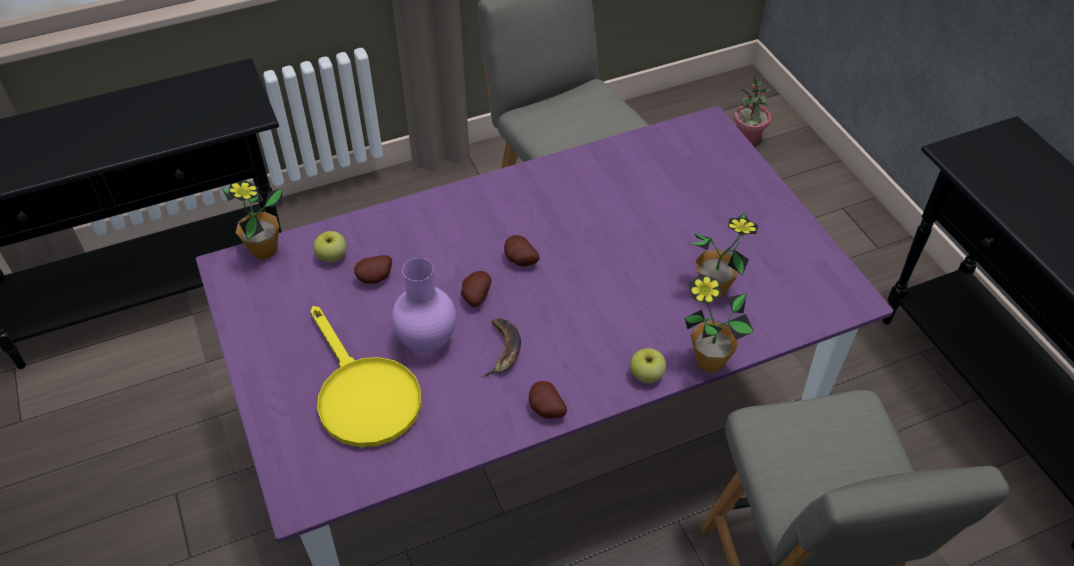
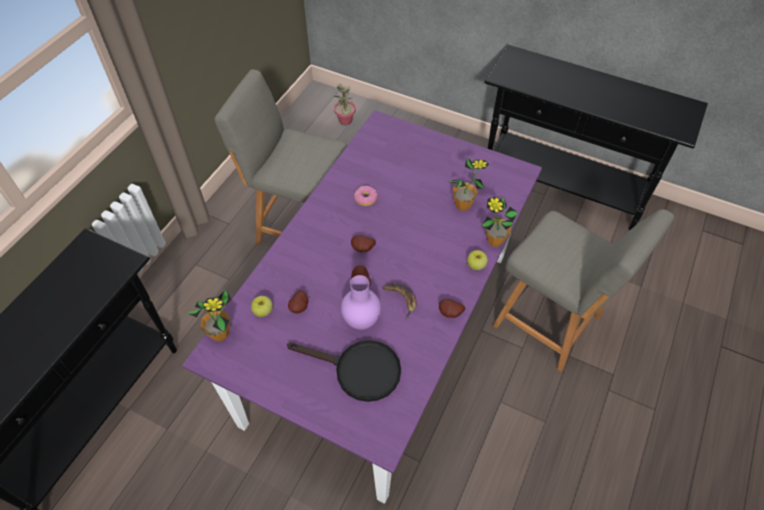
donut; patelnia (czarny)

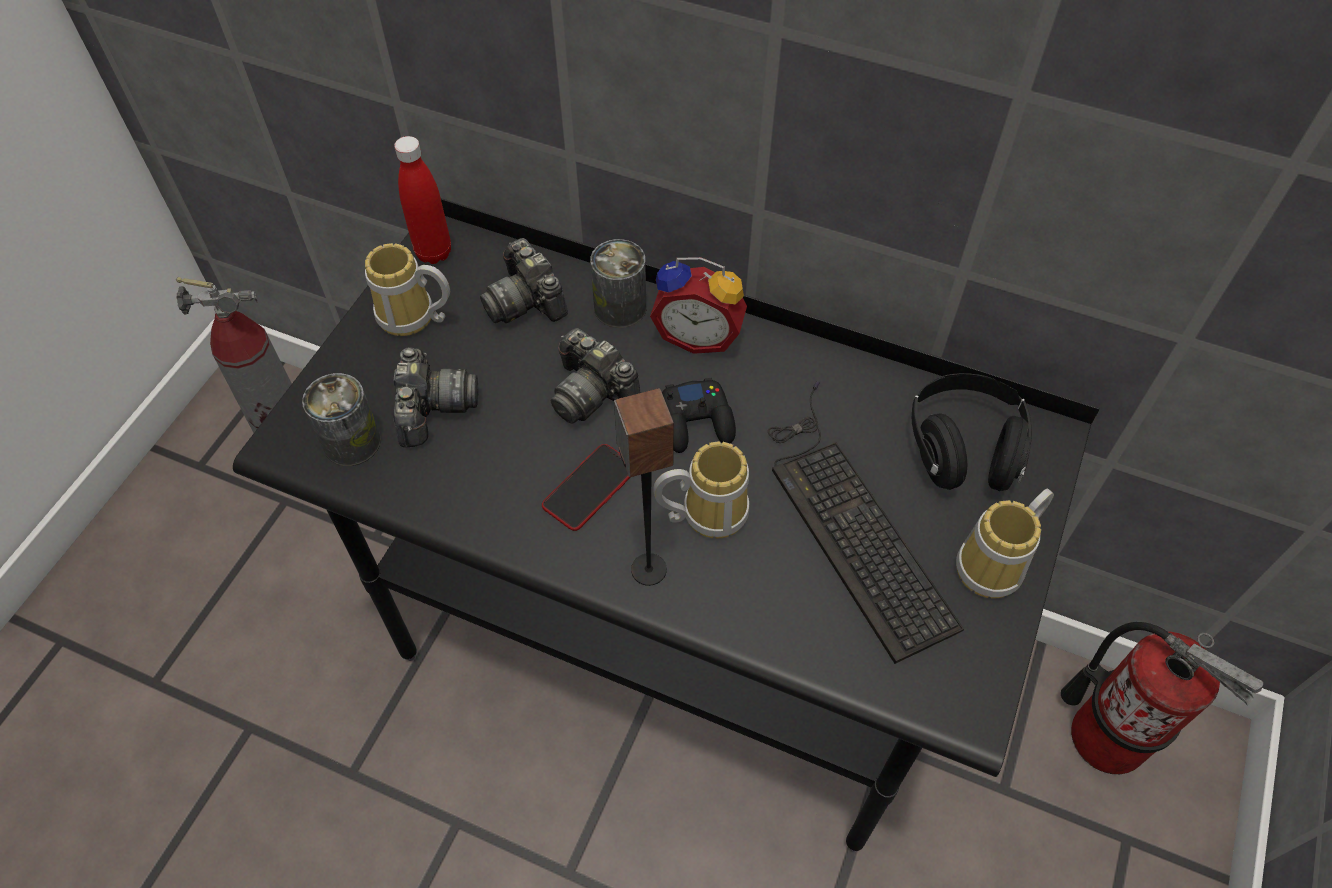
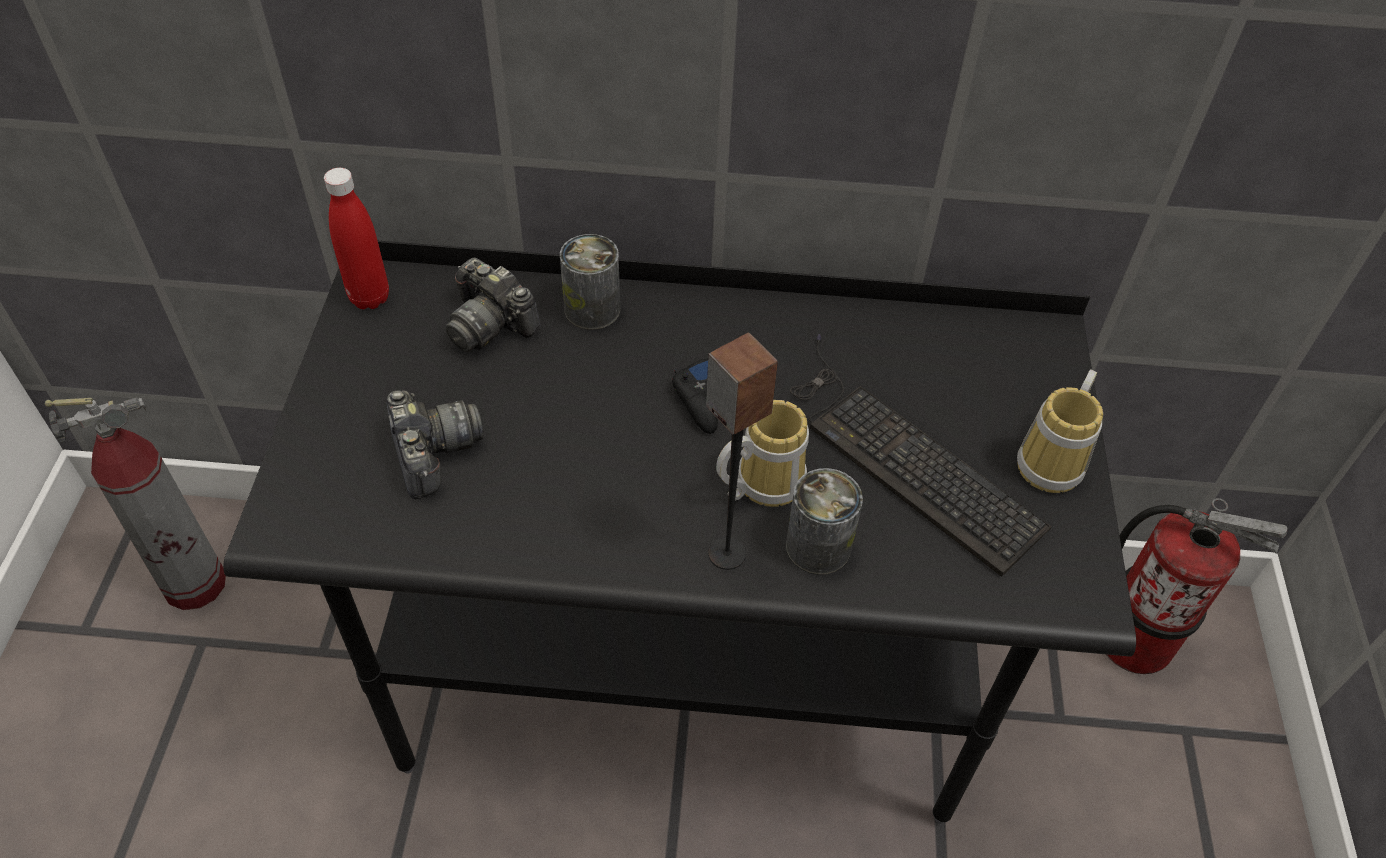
kubek (no. 1 from left in the first image); telefon; aparat fotograficzny (no. 3 from left in the first image); budzik; słuchawki (czarny); puszka (no. 2 from left)

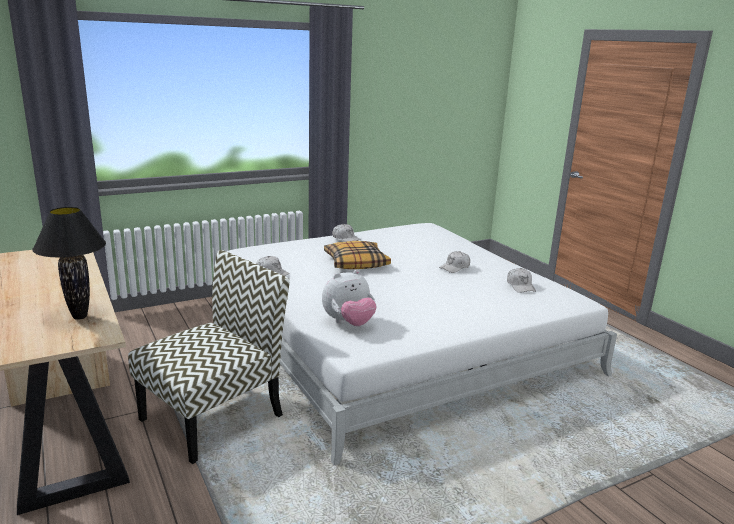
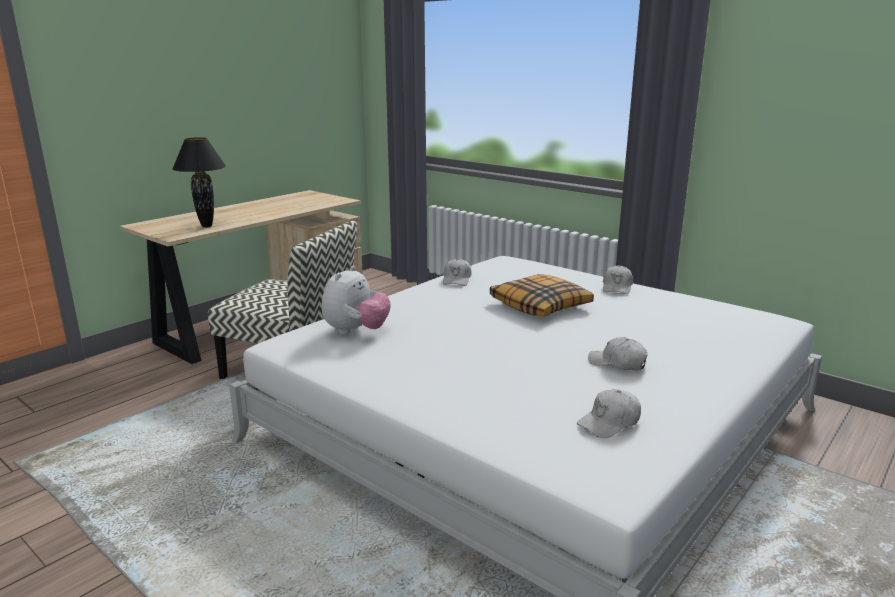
pluszak

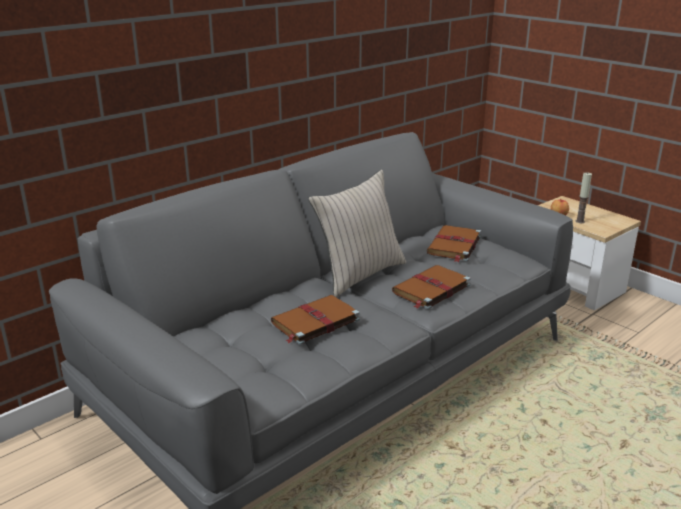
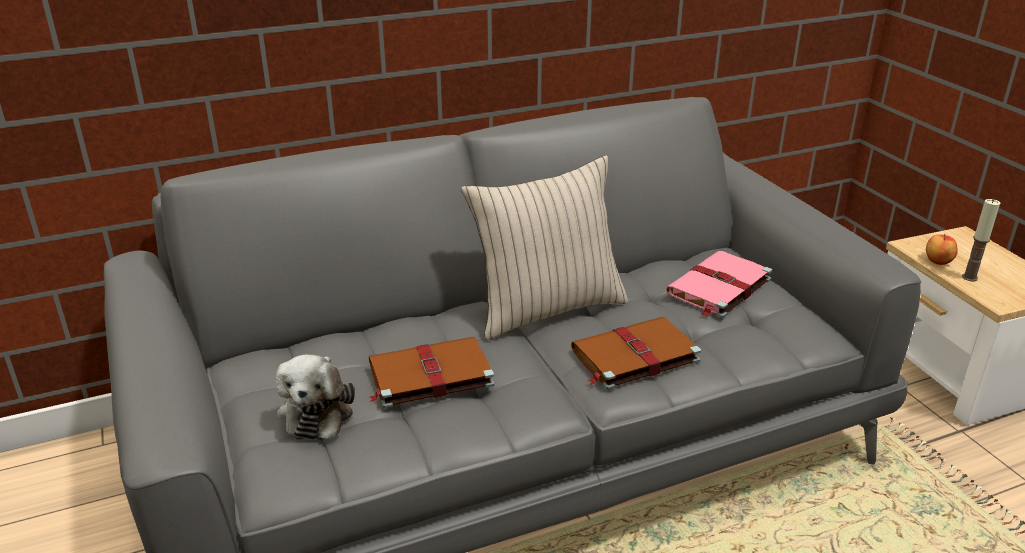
pluszak; książka (różowy)

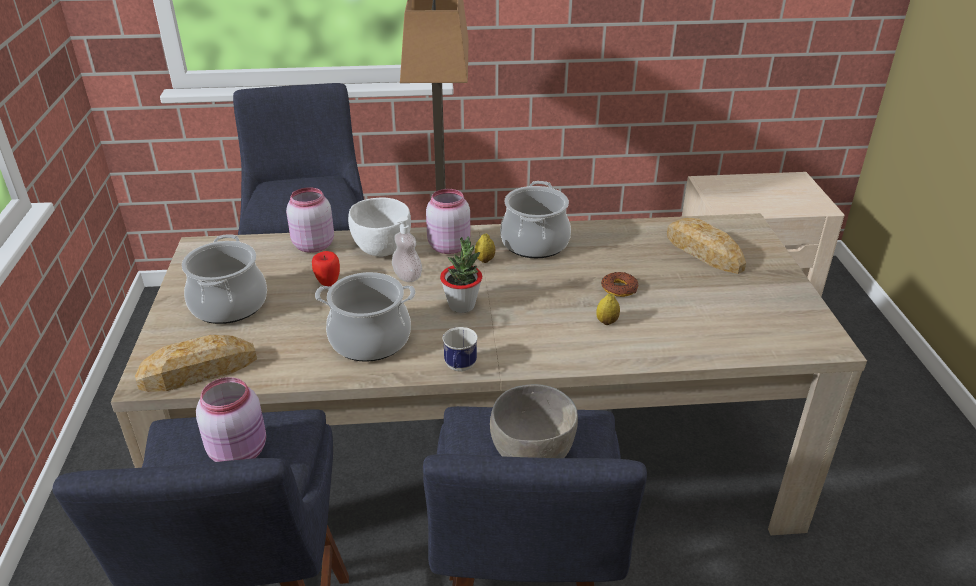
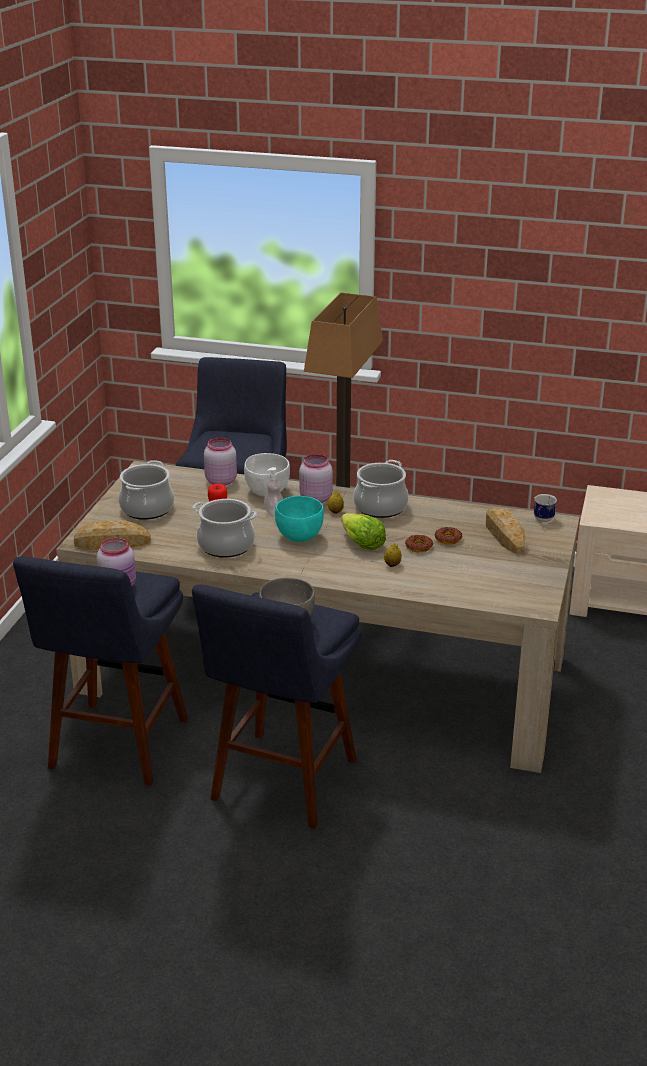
sałata; donut (no. 2 from left); kubek; miska (turkusowy)

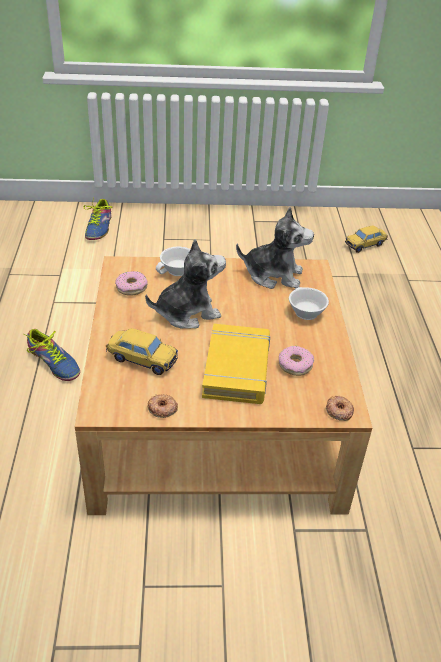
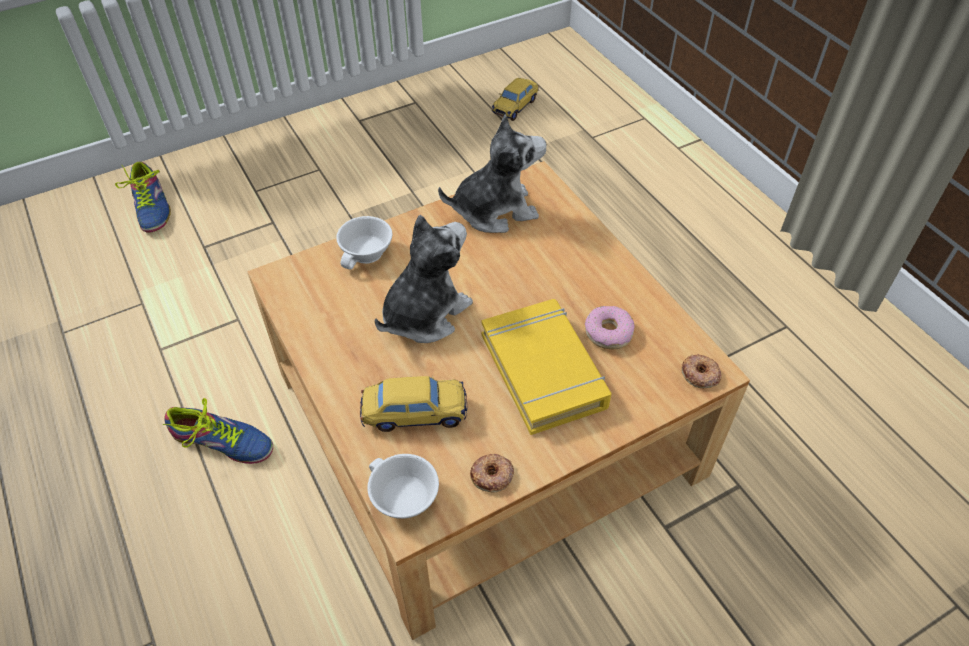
donut (no. 1 from left in the first image); filiżanka (biały) (no. 2 from left)

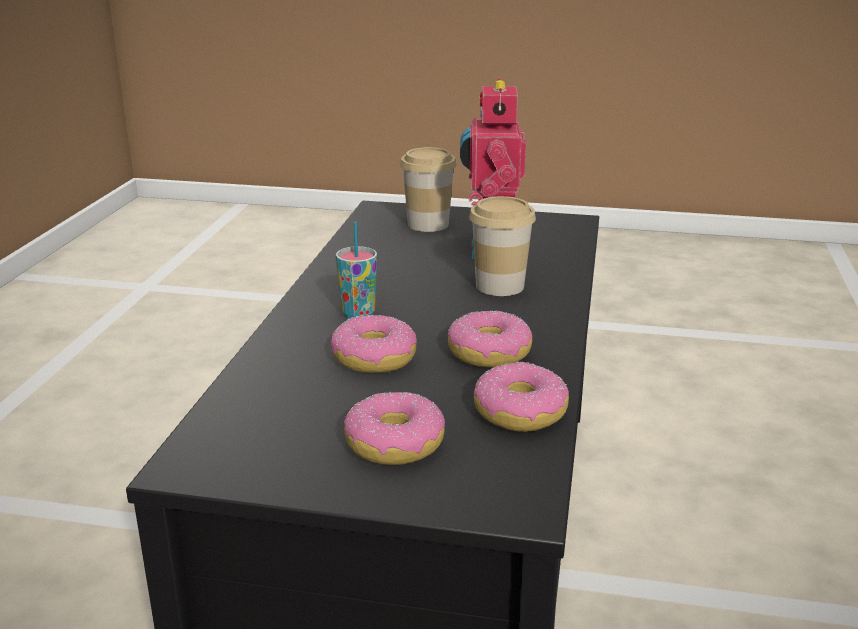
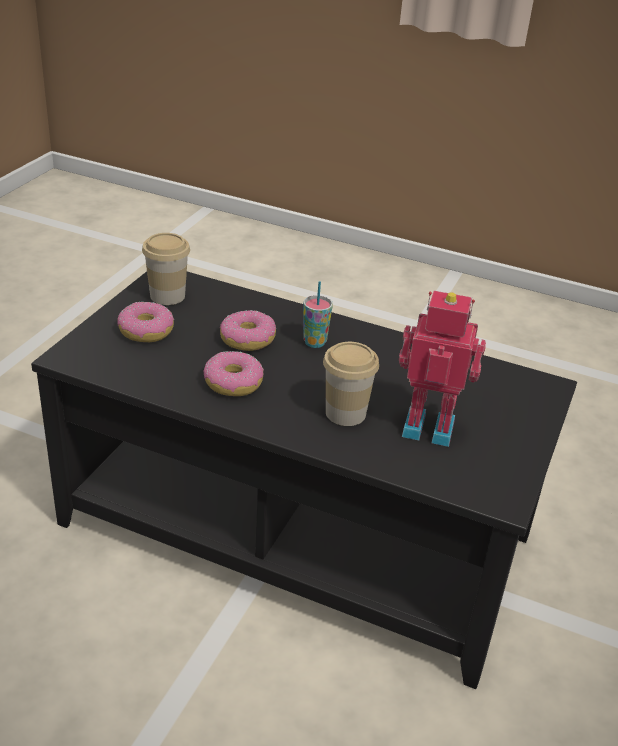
donut (no. 4 from left in the first image); filiżanka (no. 1 from left)

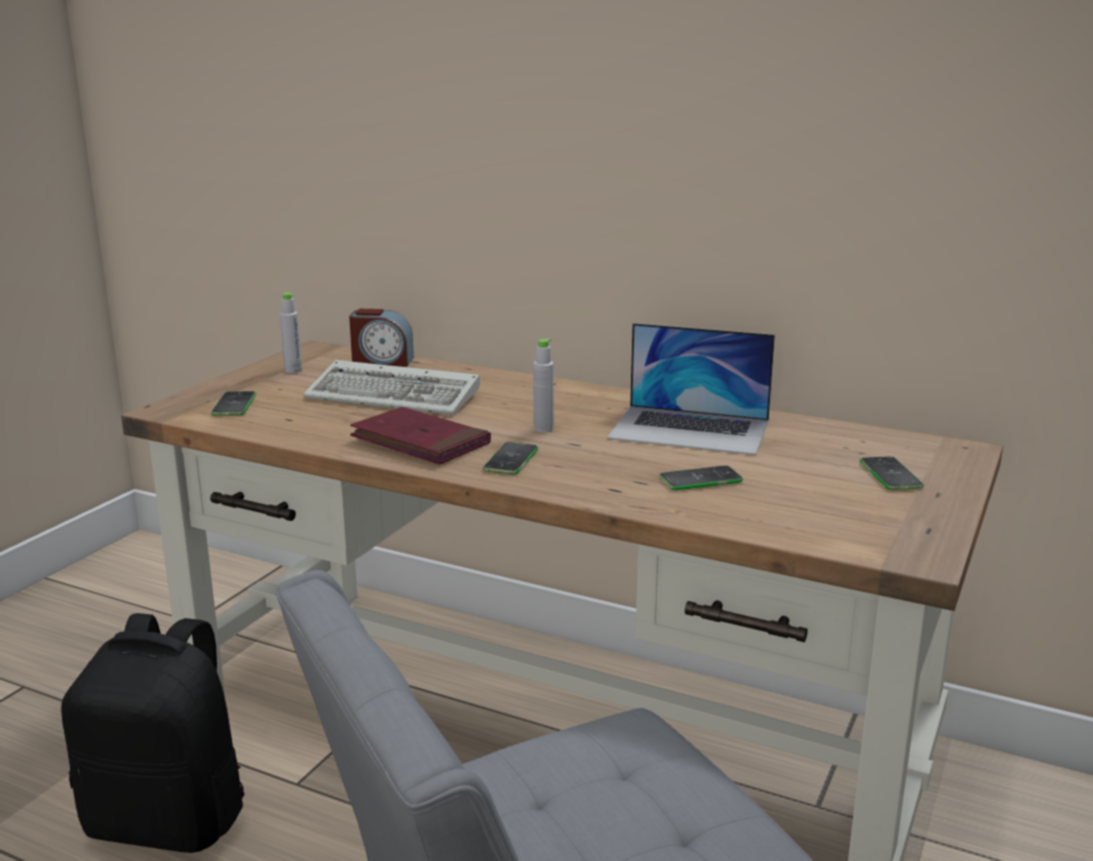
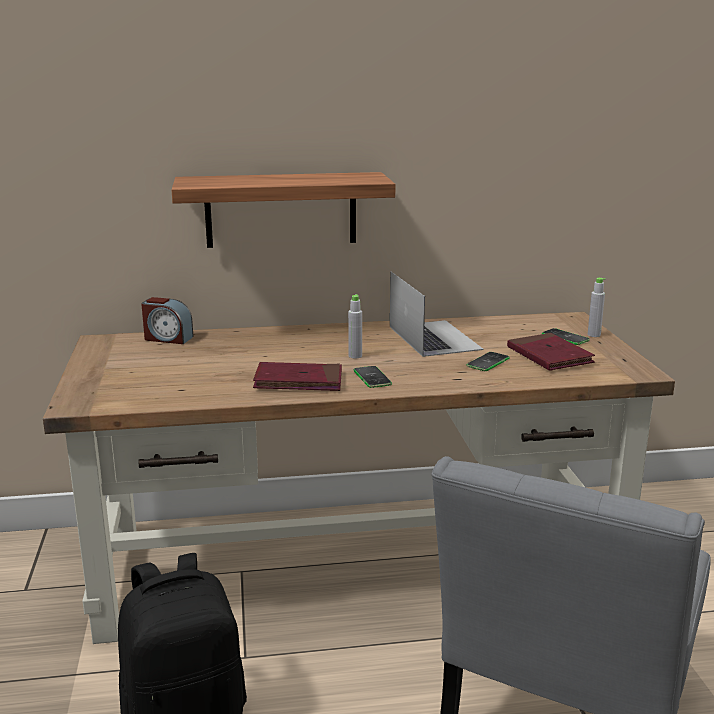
telefon (no. 1 from left in the first image); klawiatura; półka; książka (czerwony) (no. 2 from left); butelka (szary) (no. 2 from left); budzik; laptop

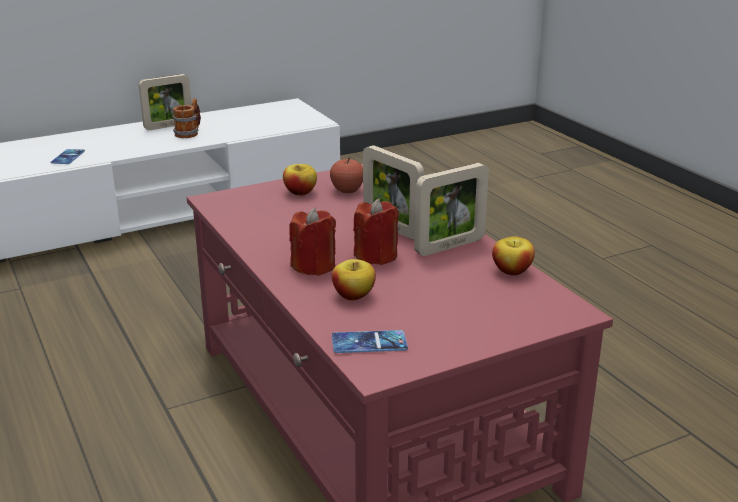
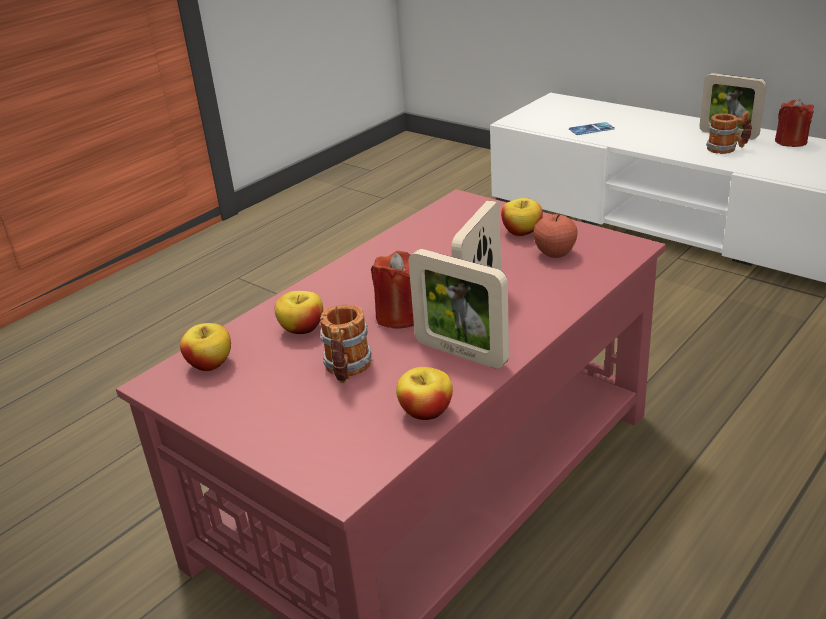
kubek (no. 1 from left); świeca (czerwony) (no. 2 from left); jabłko (no. 1 from left)

